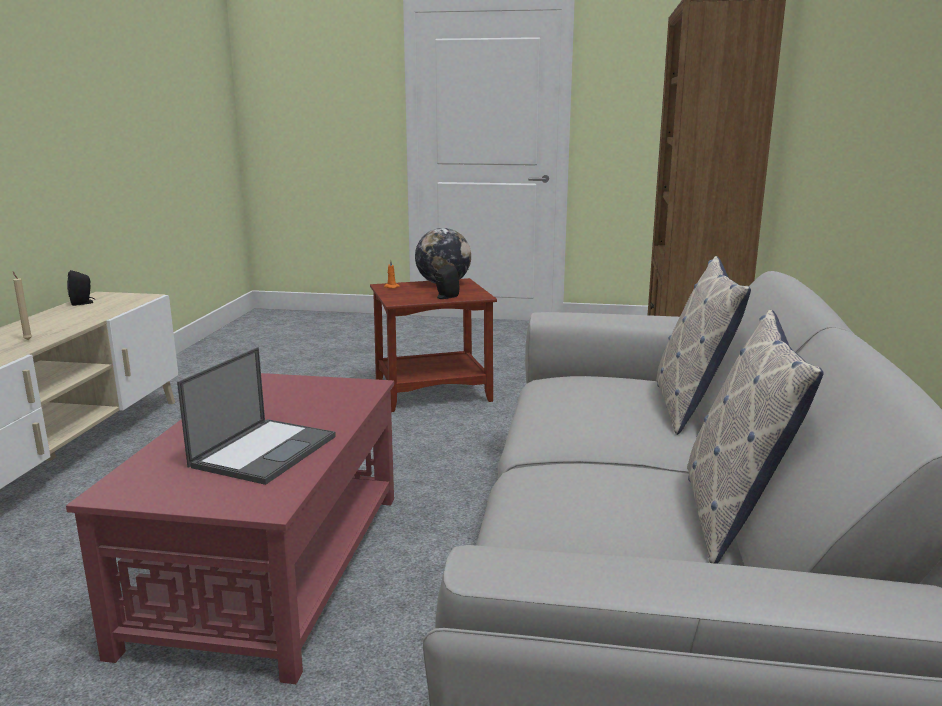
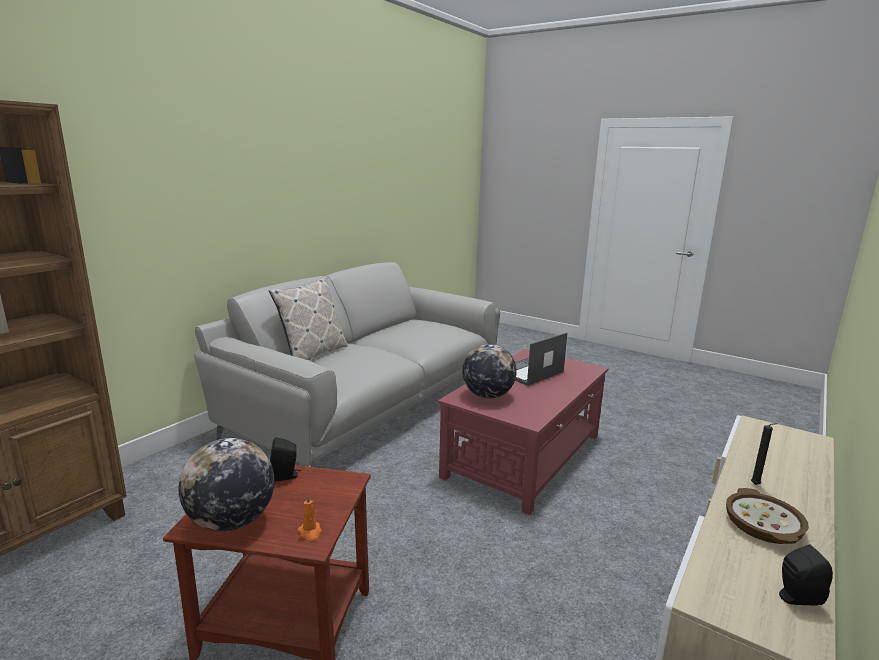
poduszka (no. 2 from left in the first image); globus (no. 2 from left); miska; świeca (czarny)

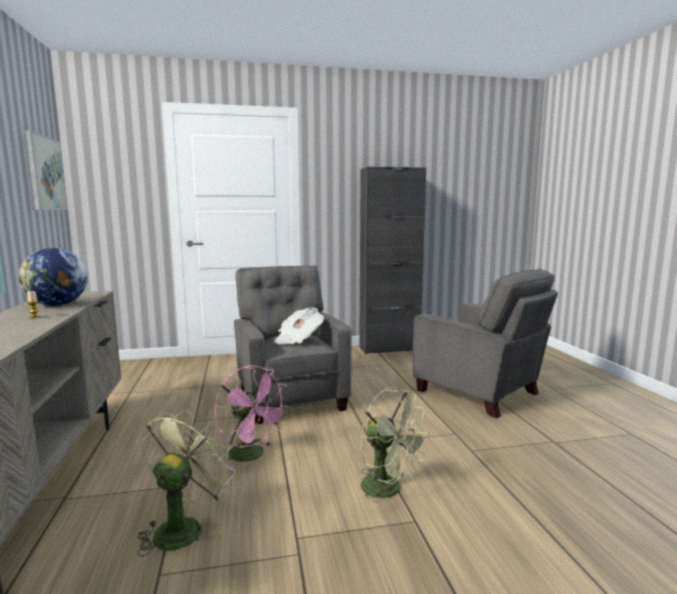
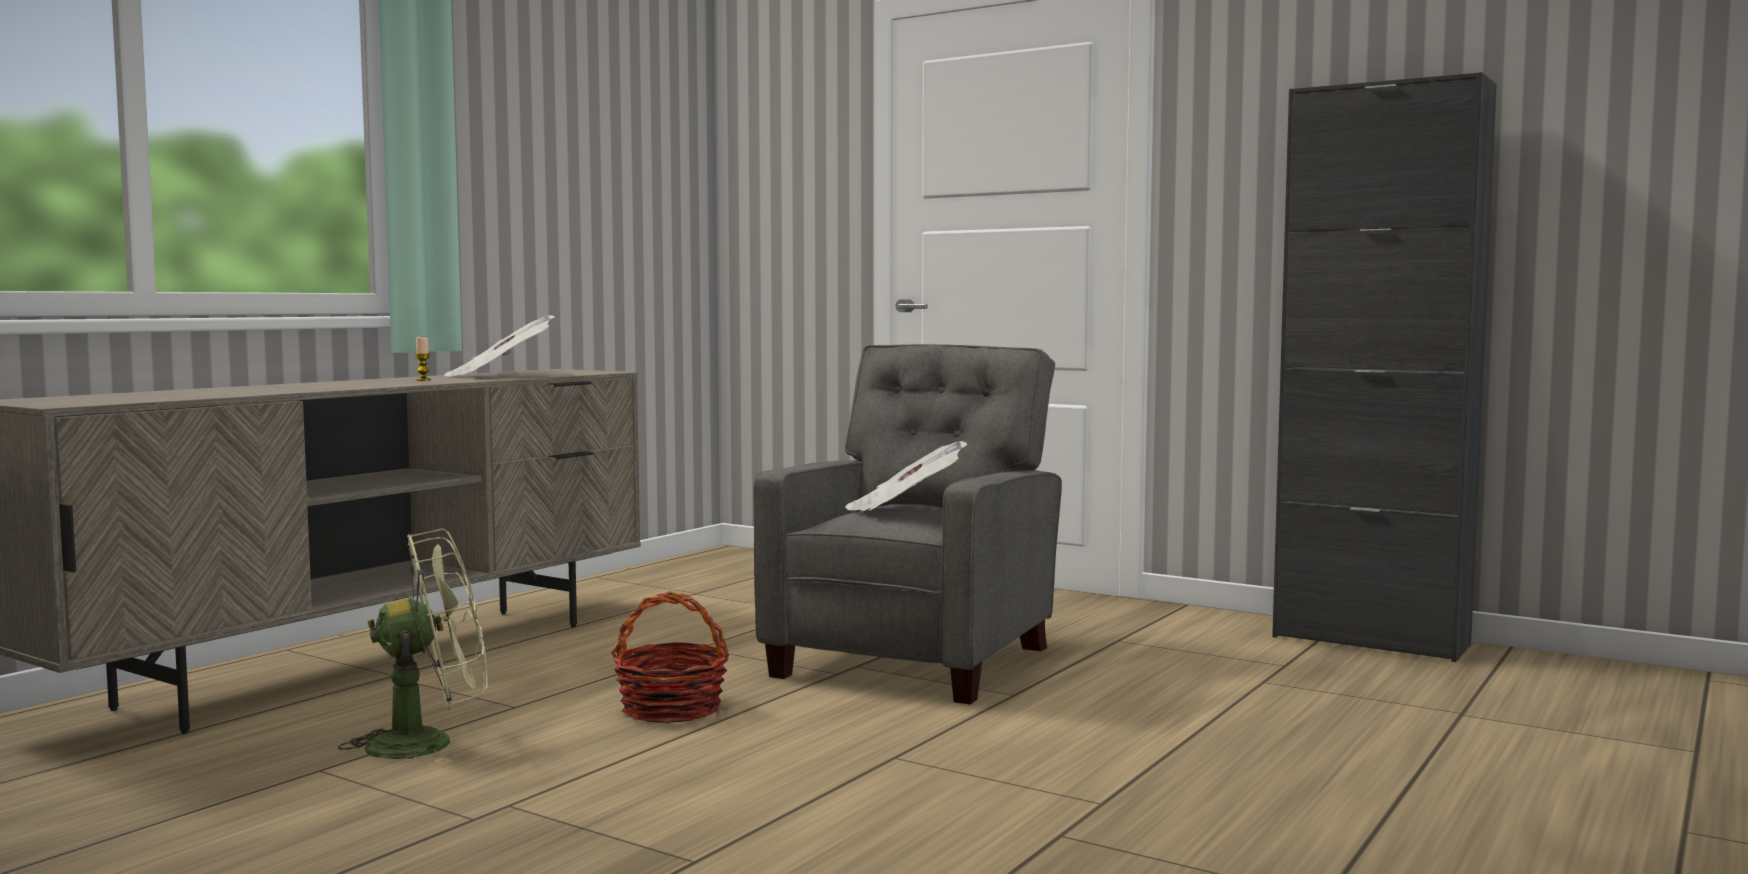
obraz; wentylator (zielony) (no. 2 from left in the first image); fotel (szary) (no. 2 from left in the first image); gazeta (no. 1 from left); koszyk

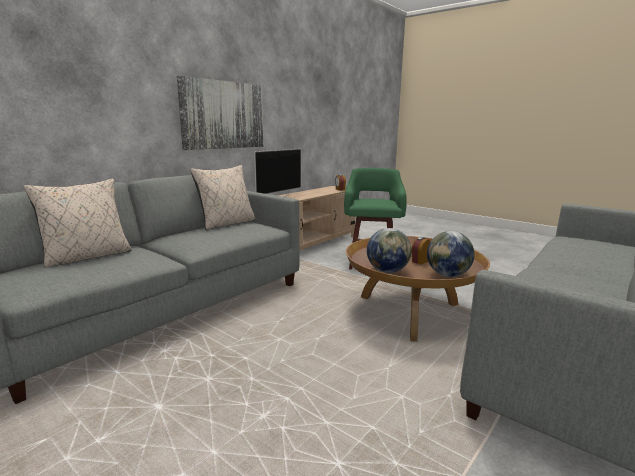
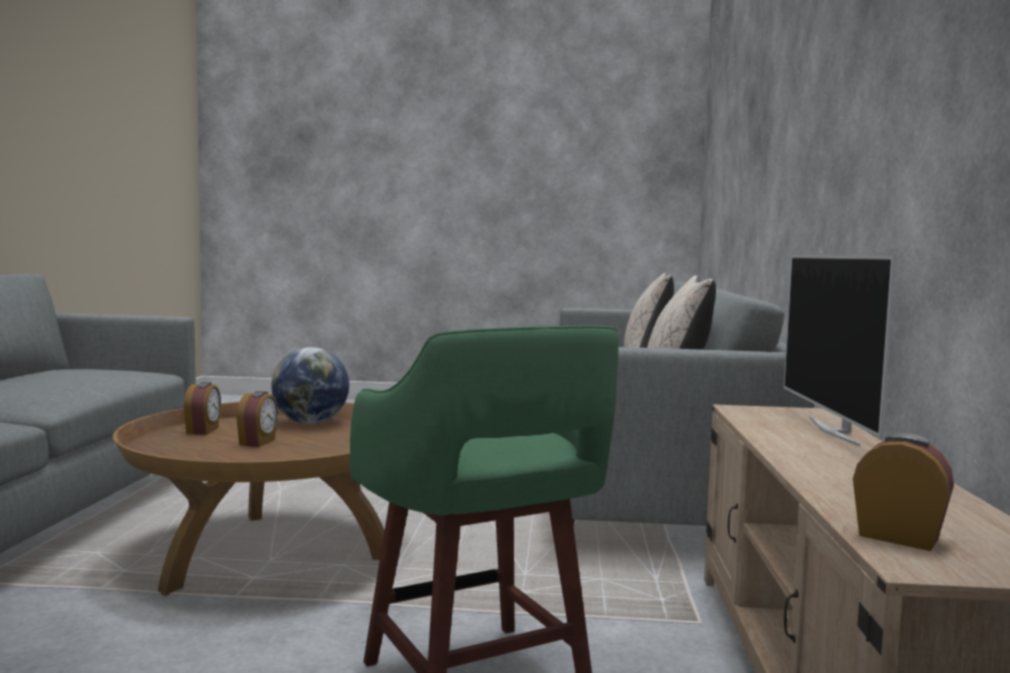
obraz; budzik (no. 1 from left)

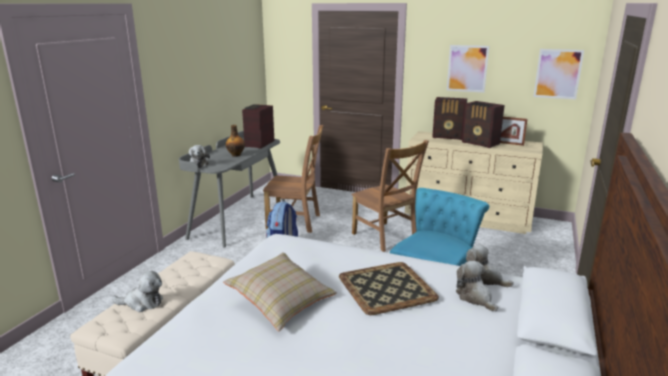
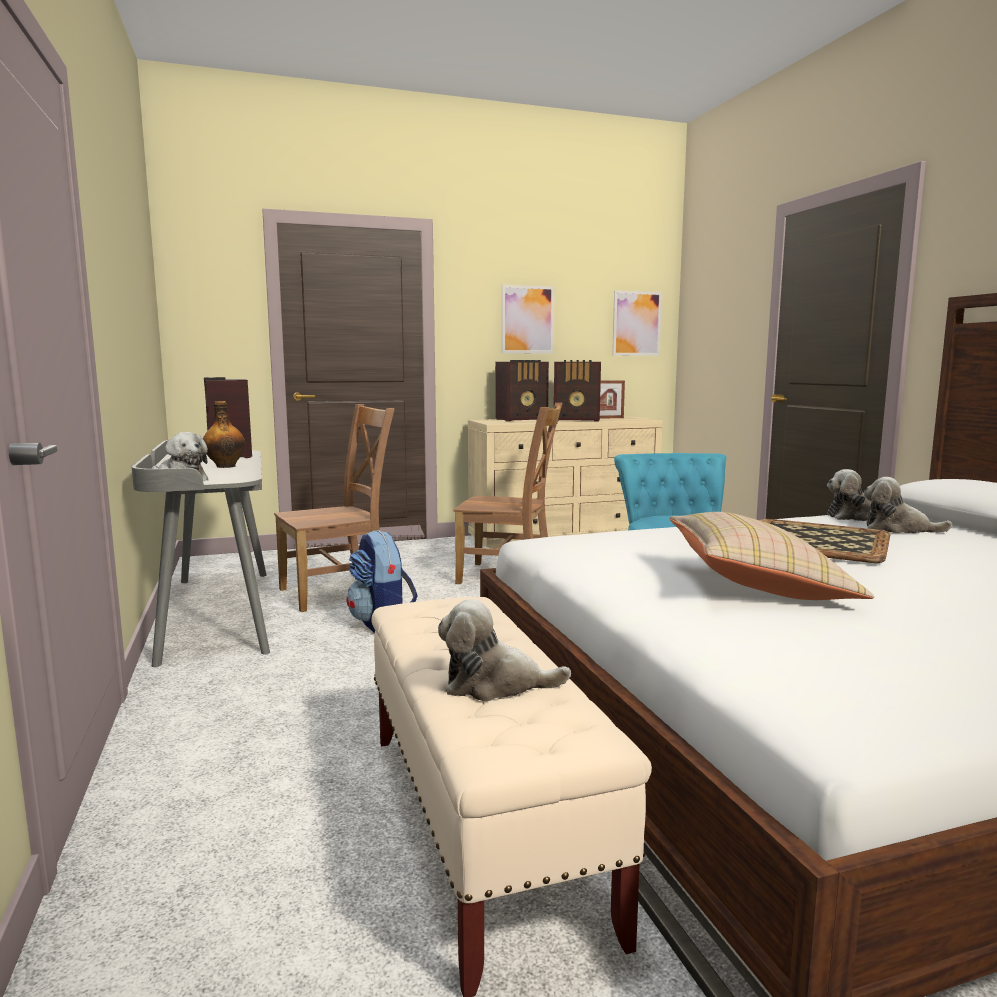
pluszak (no. 2 from left)

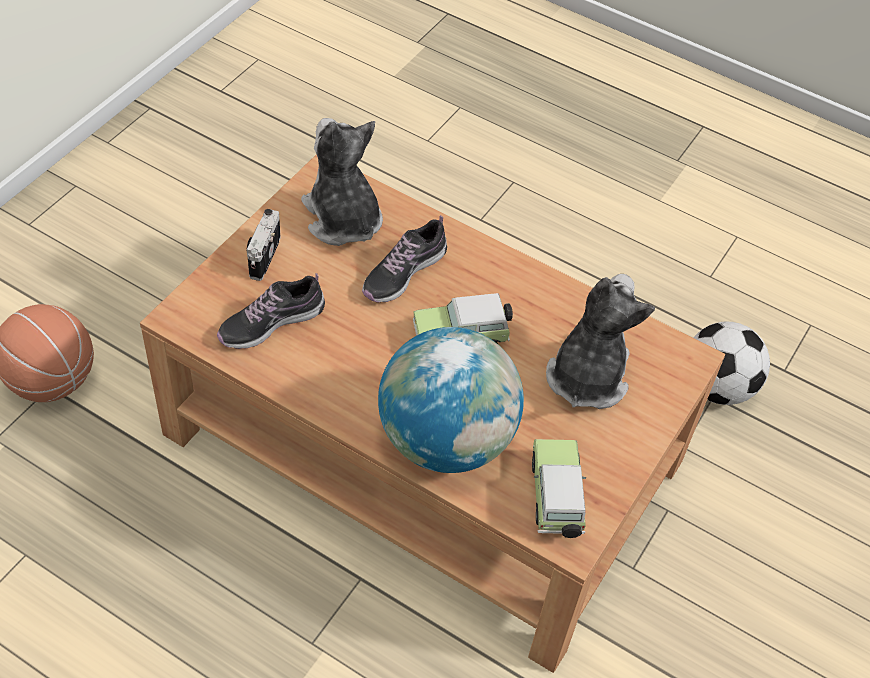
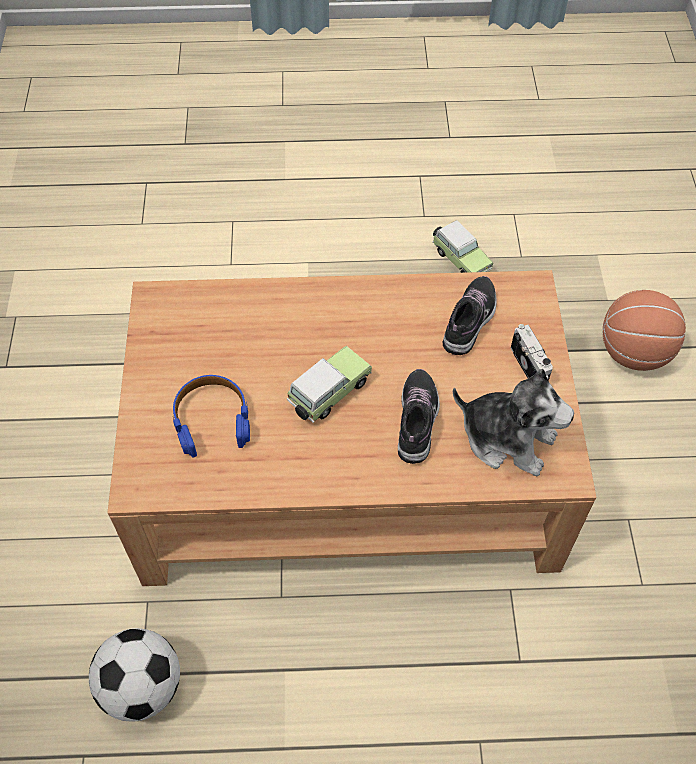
globus; samochodzik (no. 2 from left); słuchawki (niebieski)

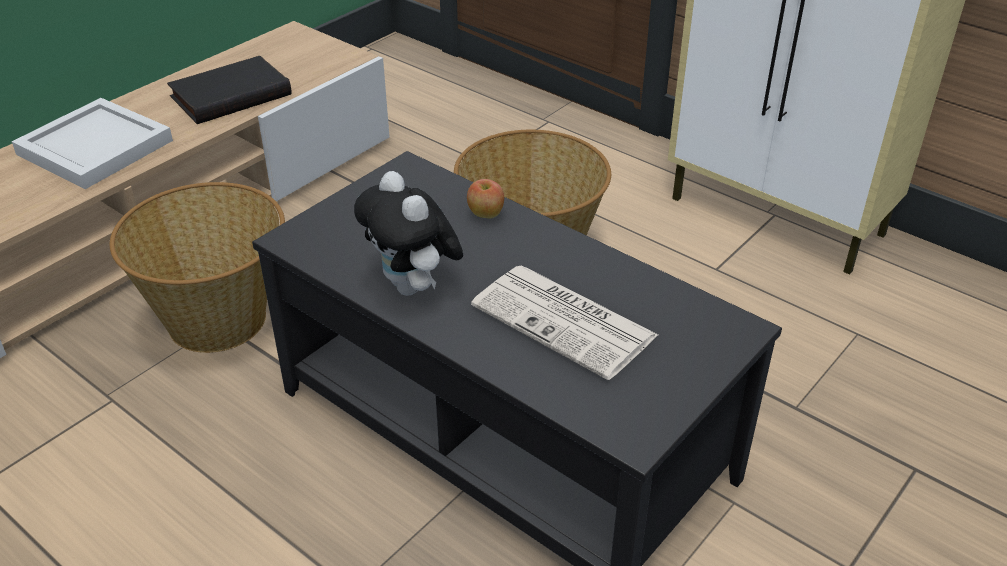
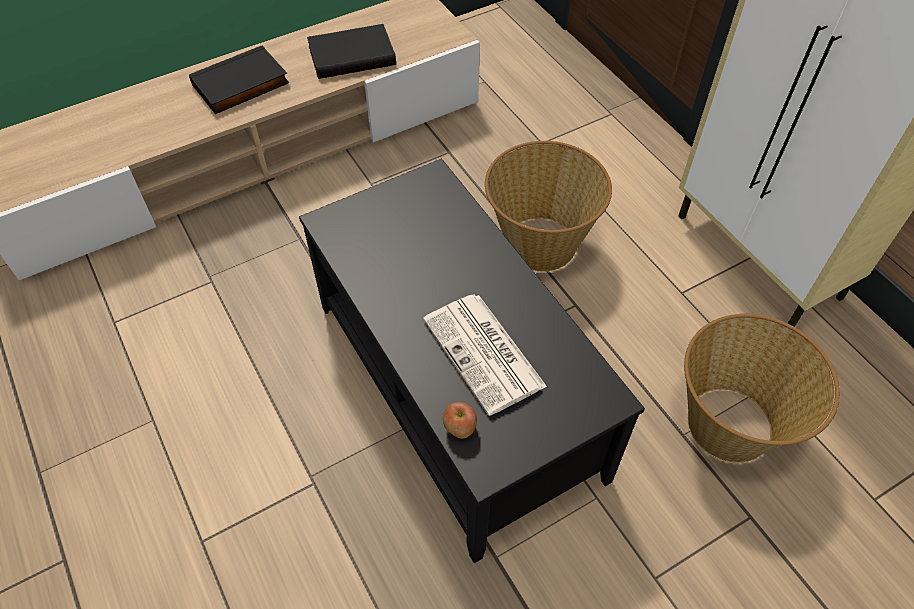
pluszak; koszyk (no. 2 from left); jabłko; książka (czarny) (no. 1 from left)

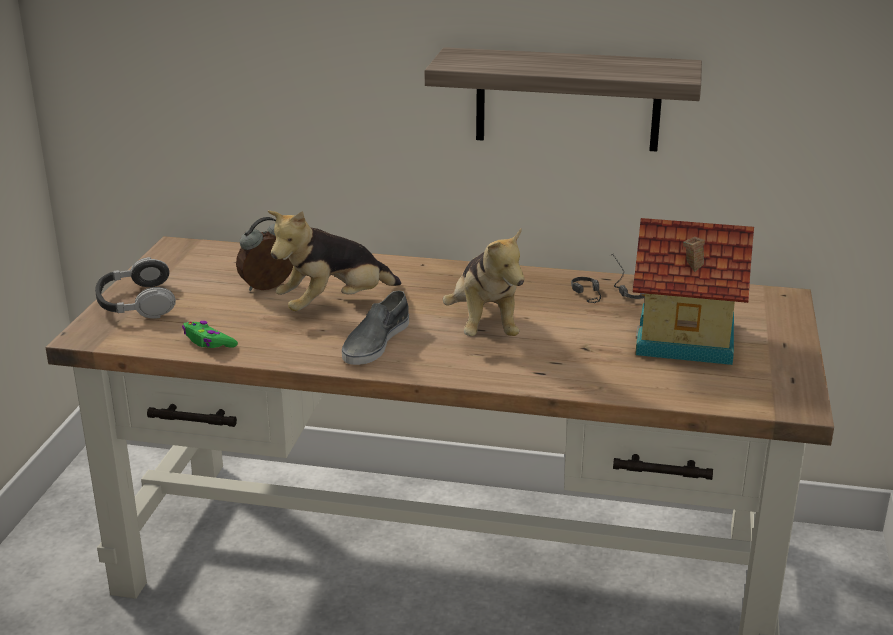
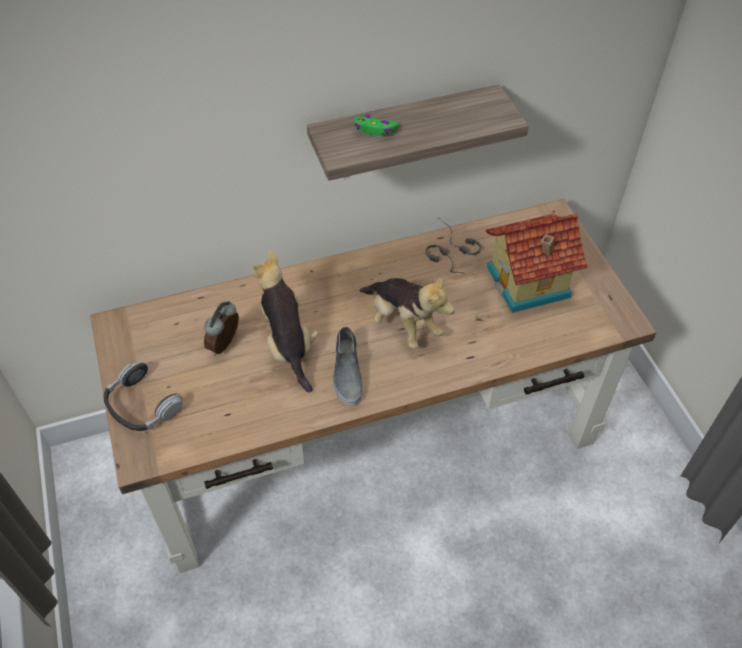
pad do gier (zielony); pluszak (no. 1 from left)

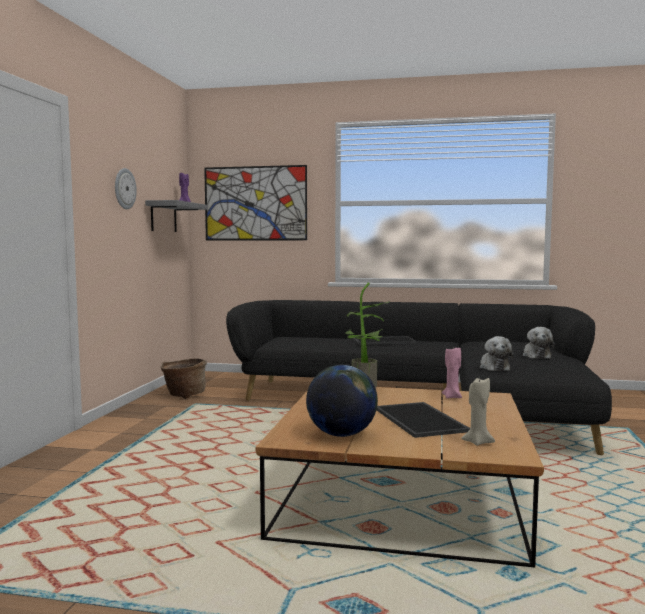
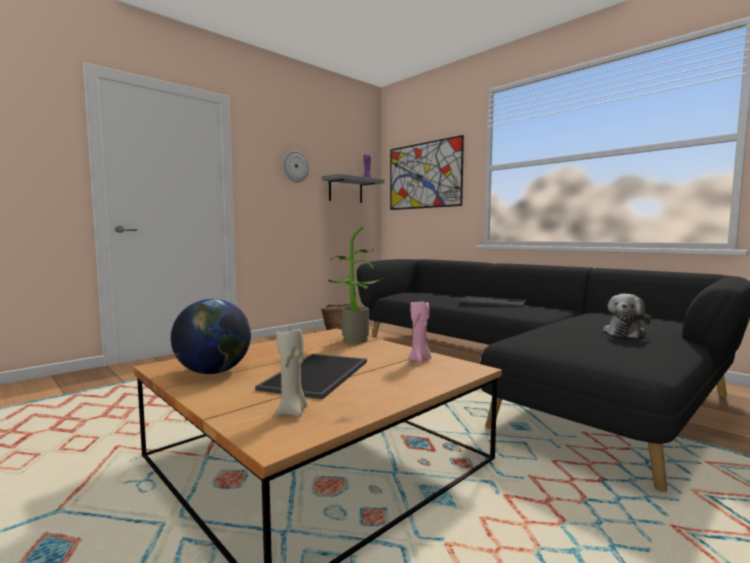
pluszak (no. 1 from left in the first image)

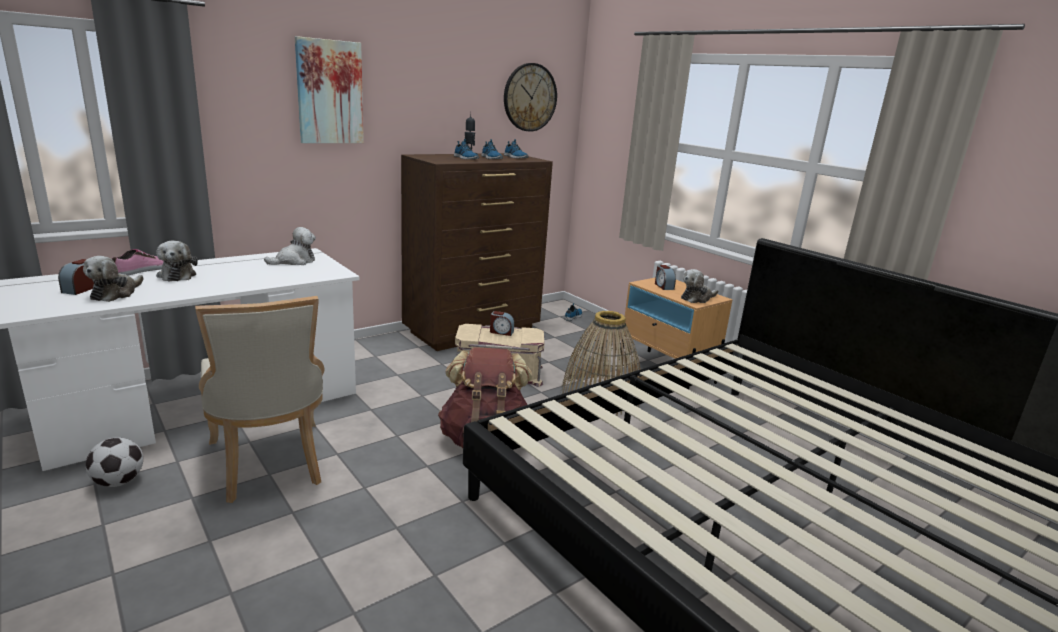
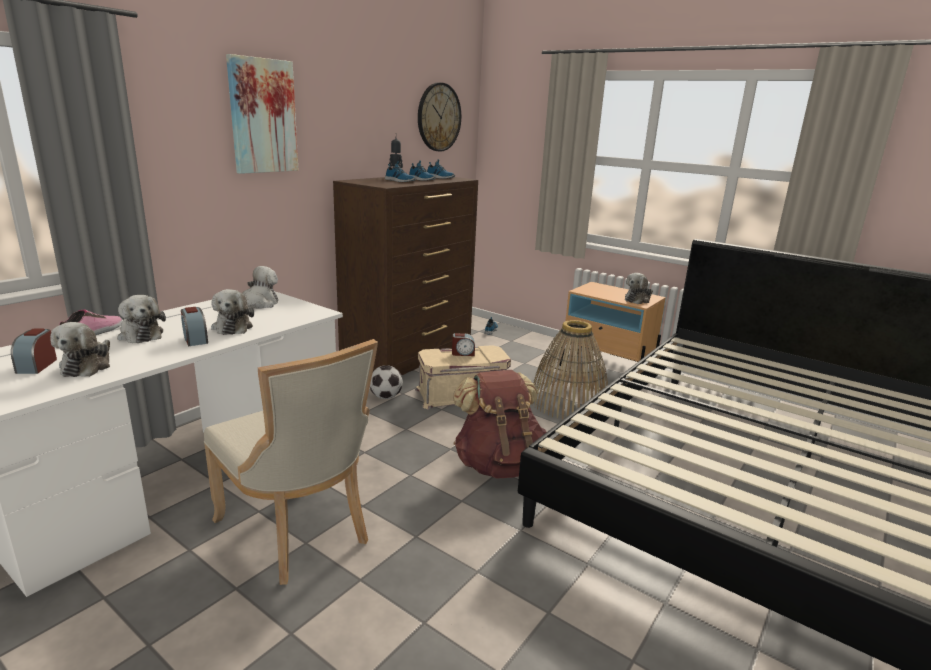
pluszak (no. 3 from left); piłka futbolowa; budzik (no. 2 from left)

